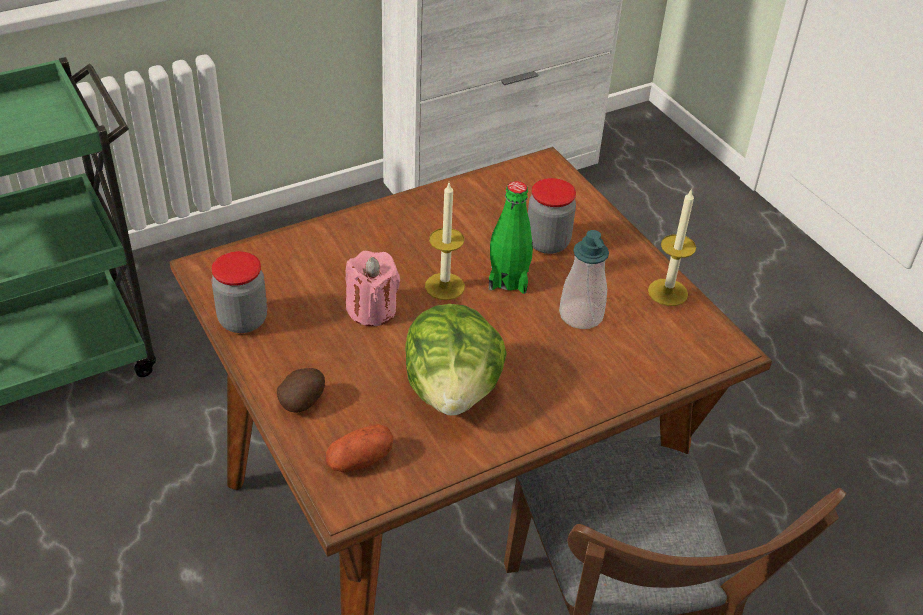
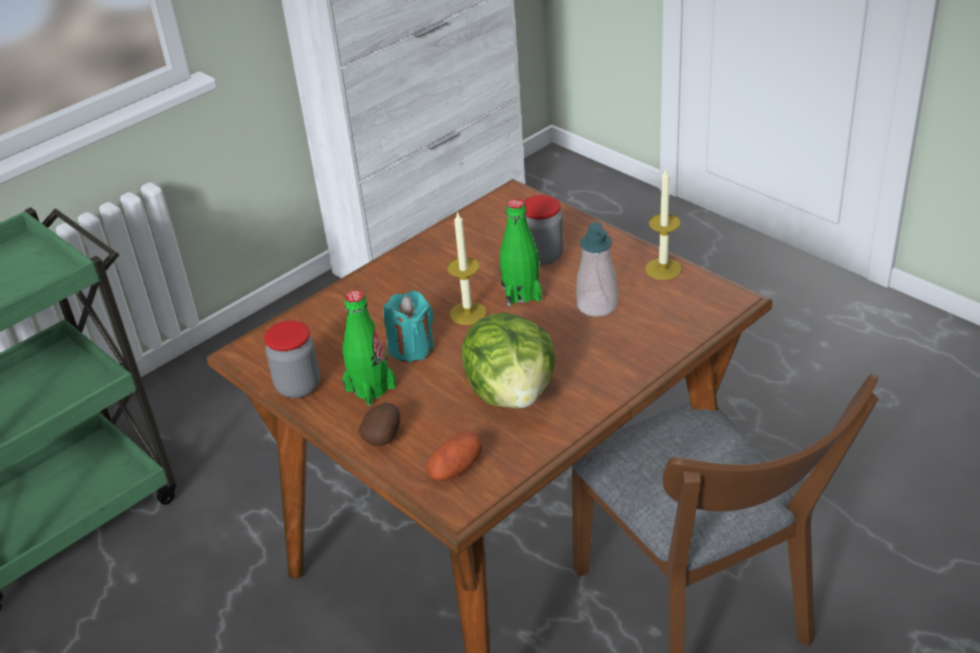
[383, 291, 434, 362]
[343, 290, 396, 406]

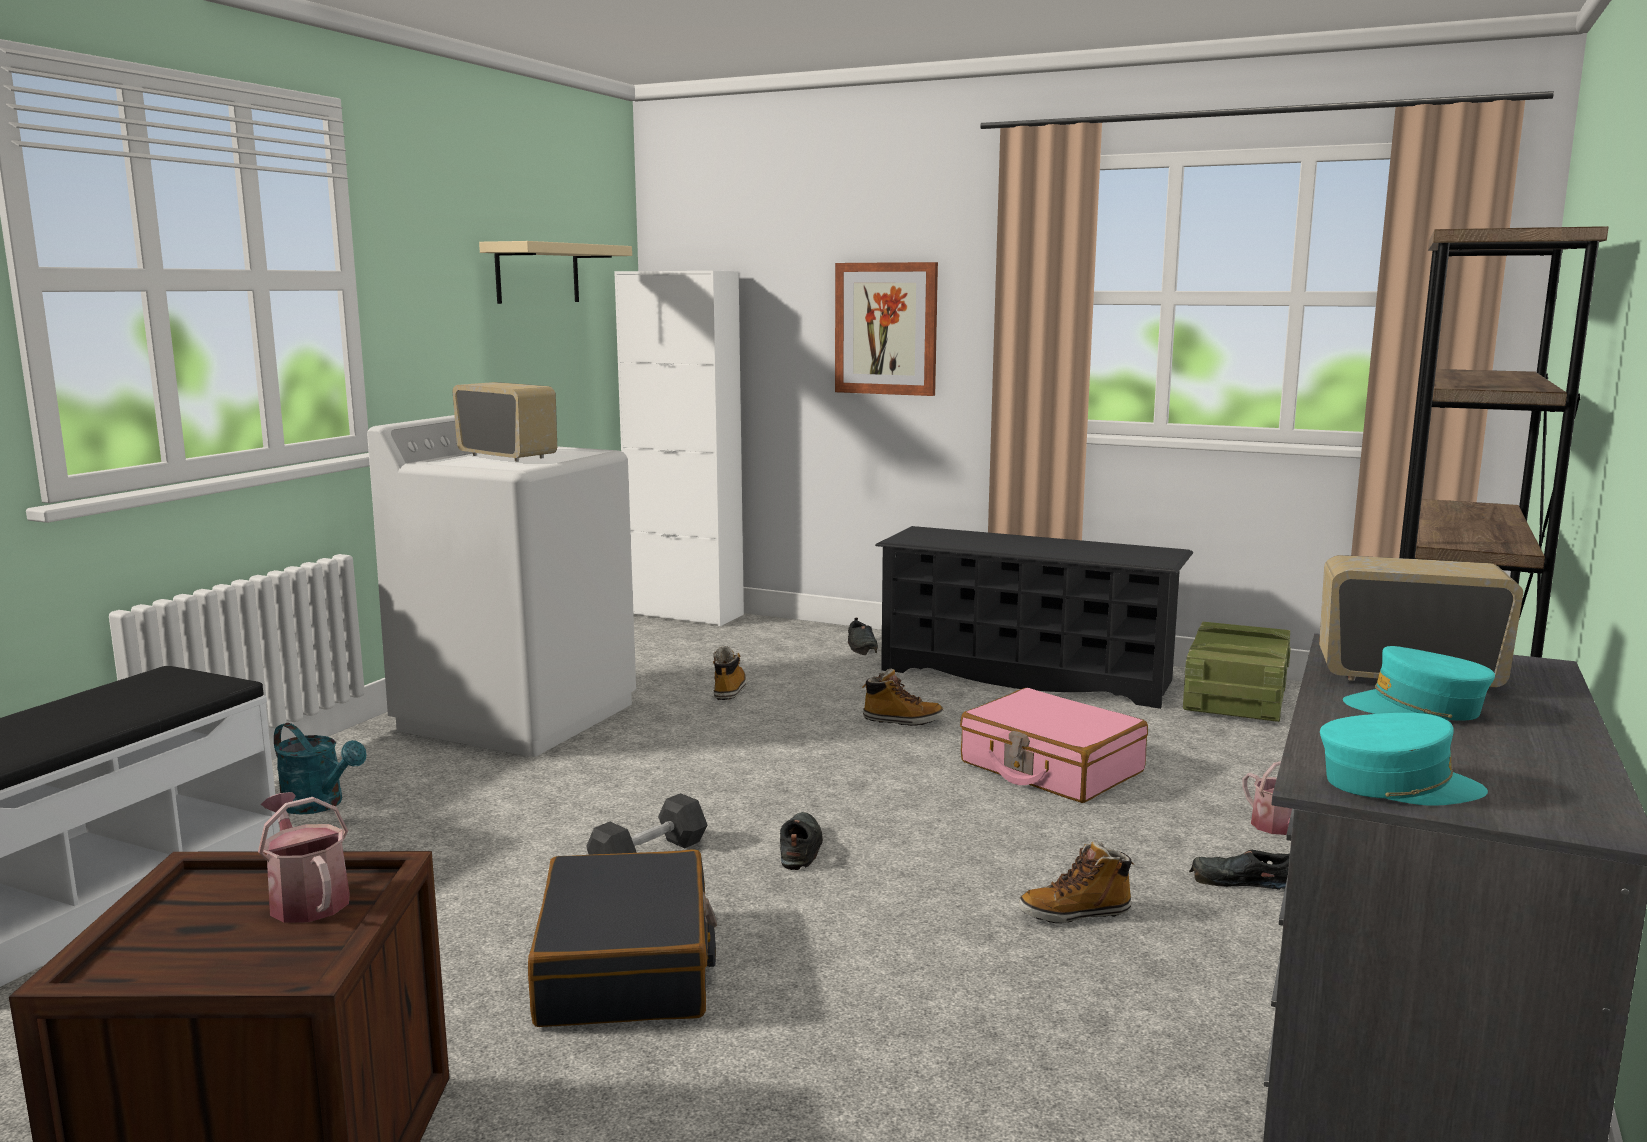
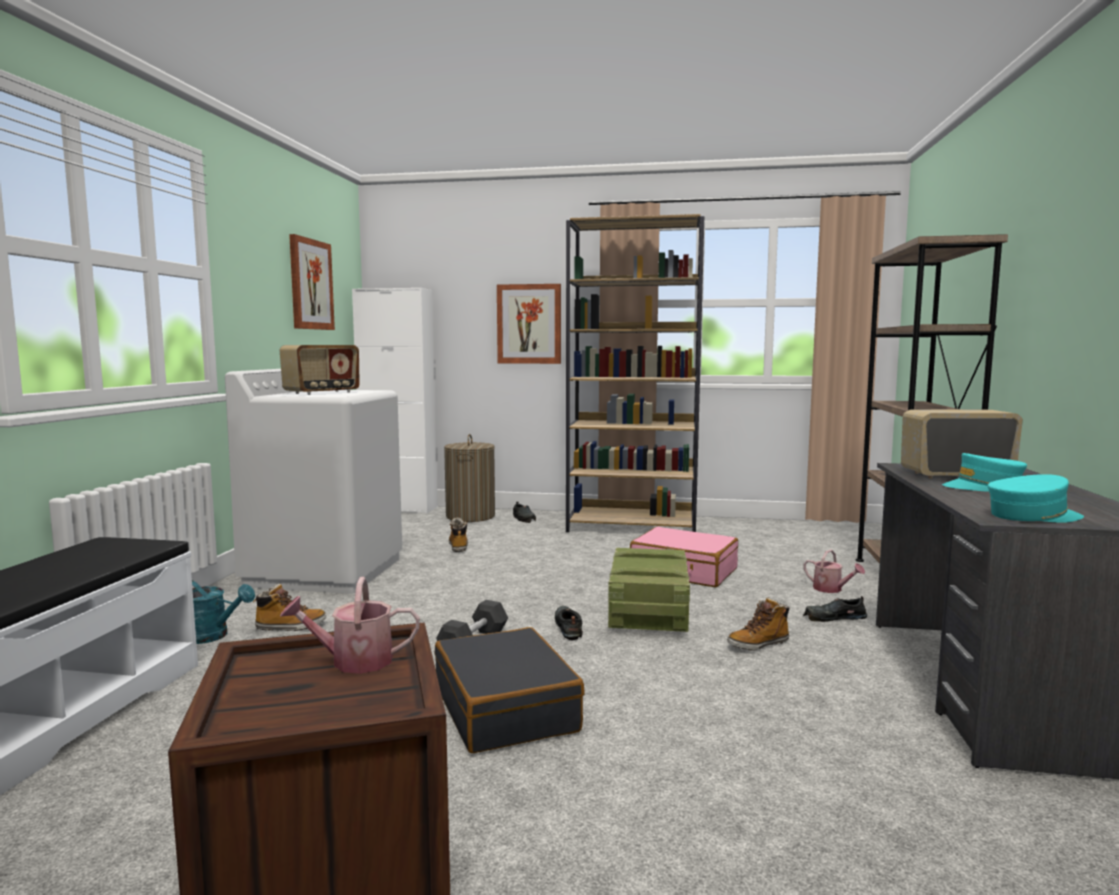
[289, 234, 335, 330]
[280, 345, 360, 395]
[566, 214, 704, 532]
[608, 548, 690, 632]
[253, 584, 326, 631]
[280, 577, 420, 674]
[444, 434, 495, 522]

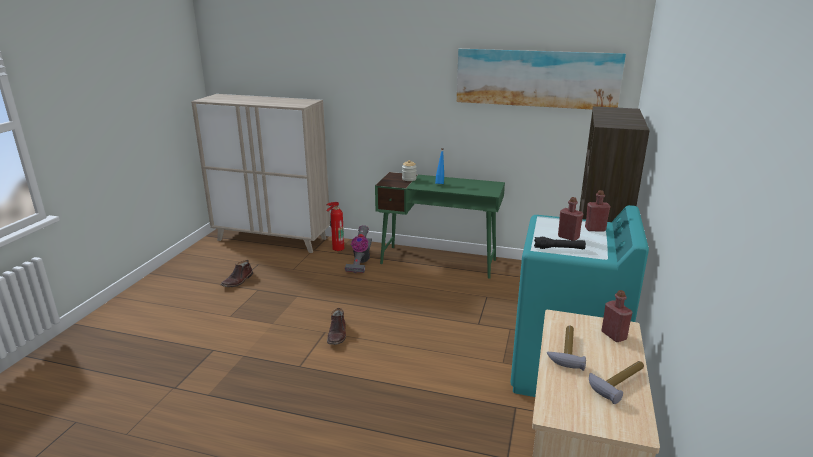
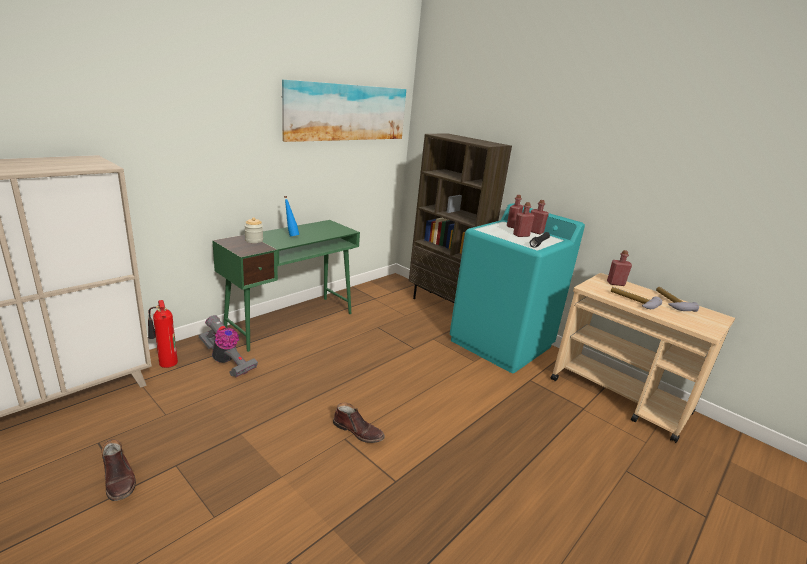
[531, 200, 549, 234]

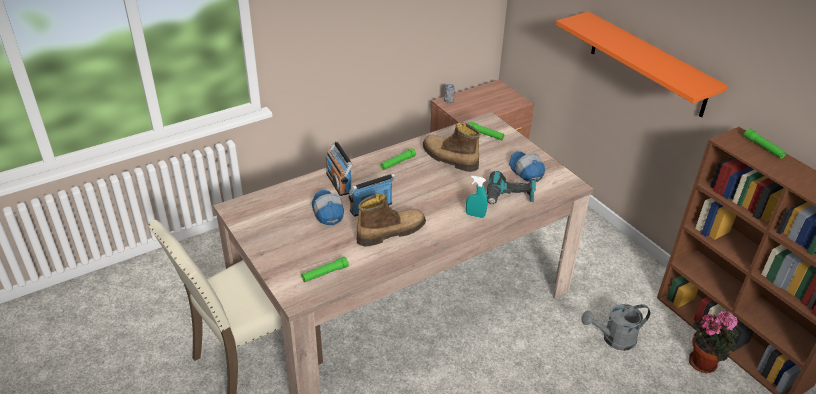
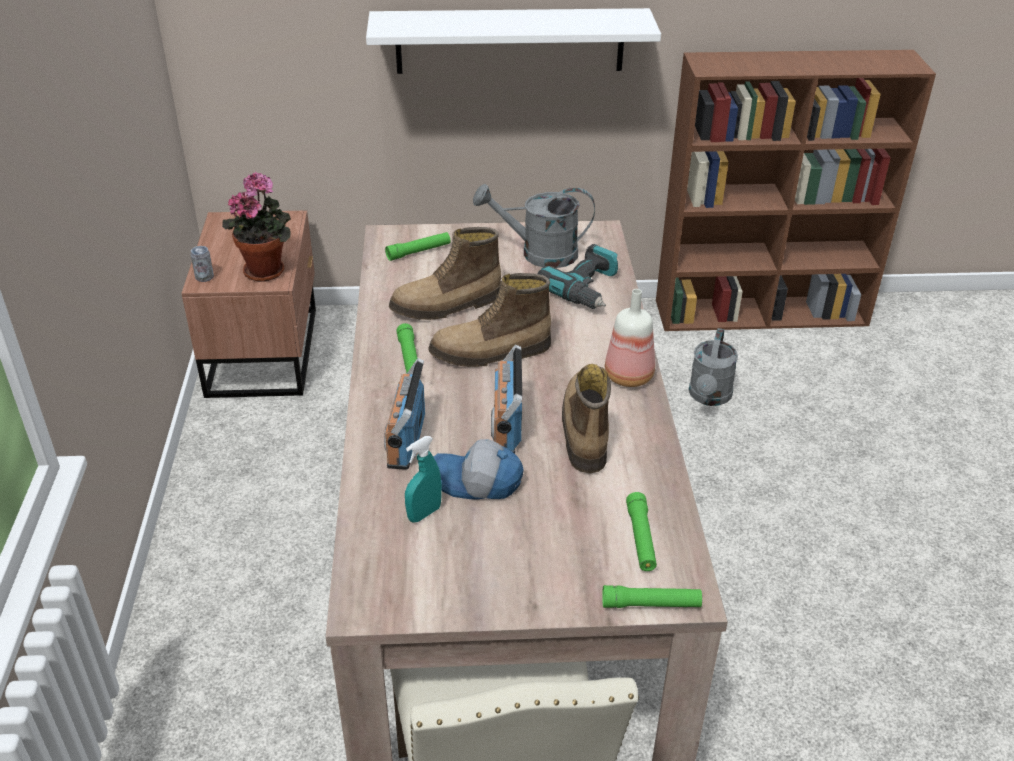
[366, 8, 661, 74]
[602, 585, 702, 608]
[384, 358, 425, 470]
[473, 184, 595, 268]
[405, 436, 442, 523]
[222, 172, 291, 282]
[428, 273, 551, 367]
[605, 289, 655, 387]

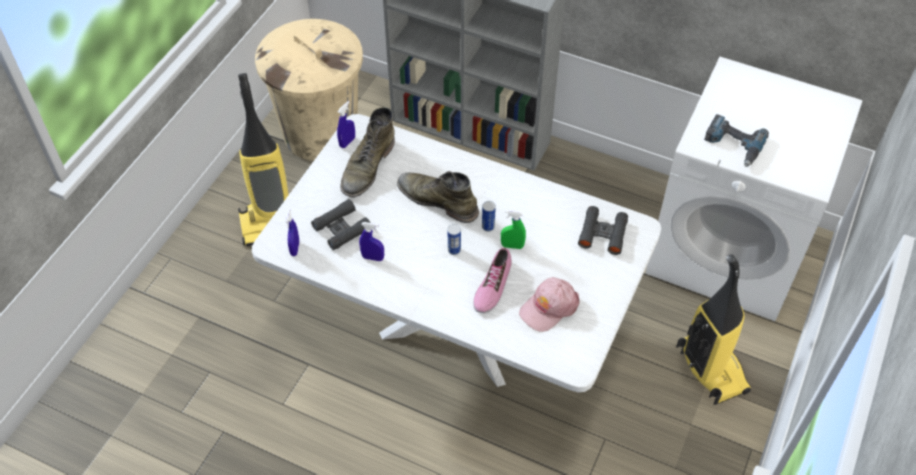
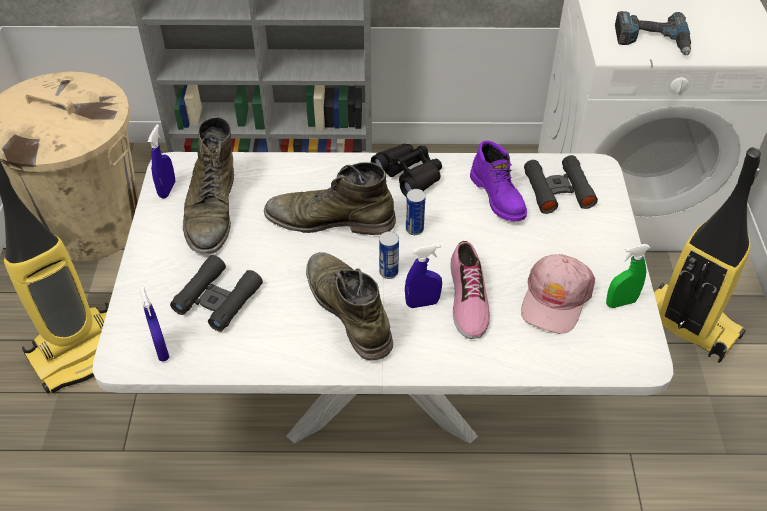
[606, 244, 650, 308]
[405, 244, 442, 308]
[470, 141, 527, 222]
[371, 144, 442, 197]
[306, 252, 393, 361]

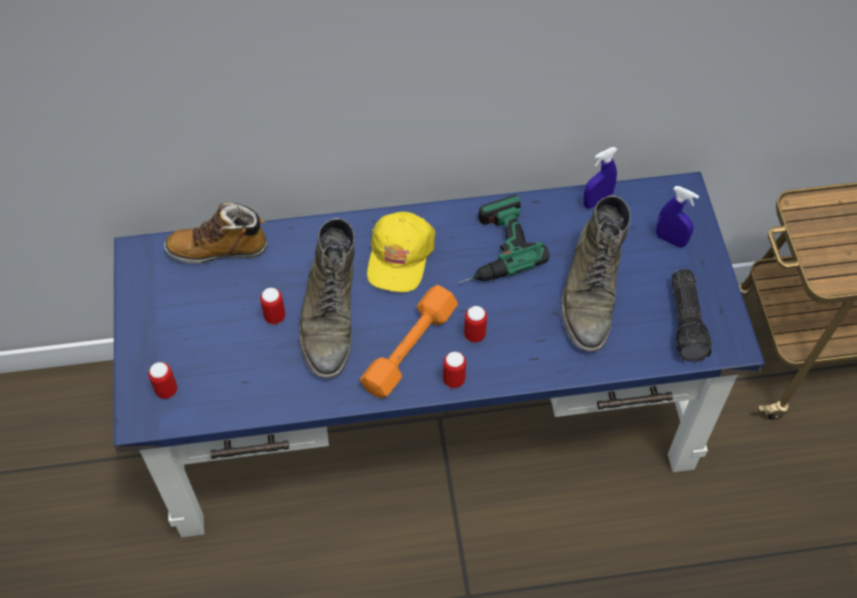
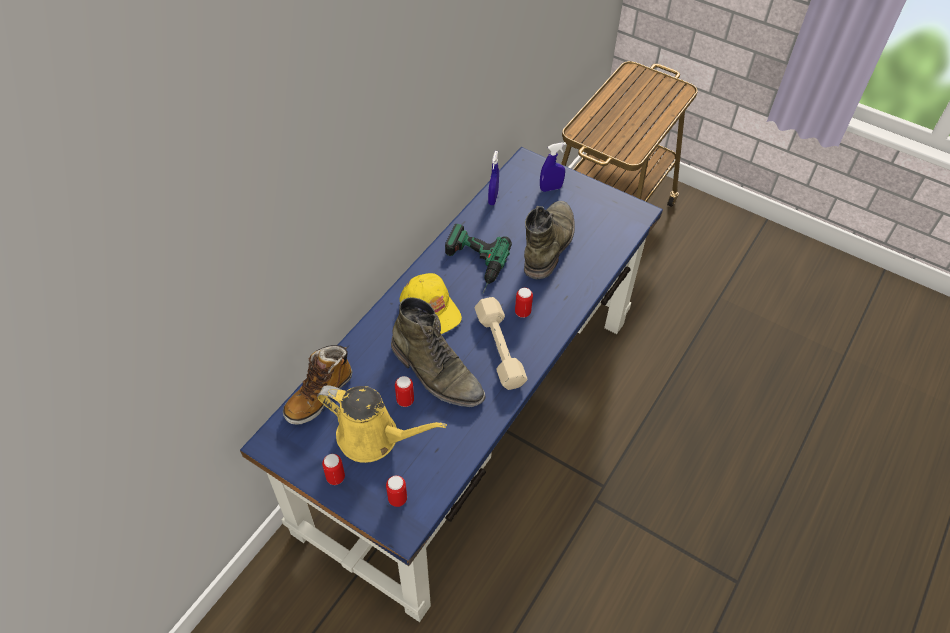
[524, 201, 575, 279]
[671, 269, 712, 362] (first image)
[475, 297, 528, 390]
[322, 454, 345, 485]
[317, 385, 447, 463]

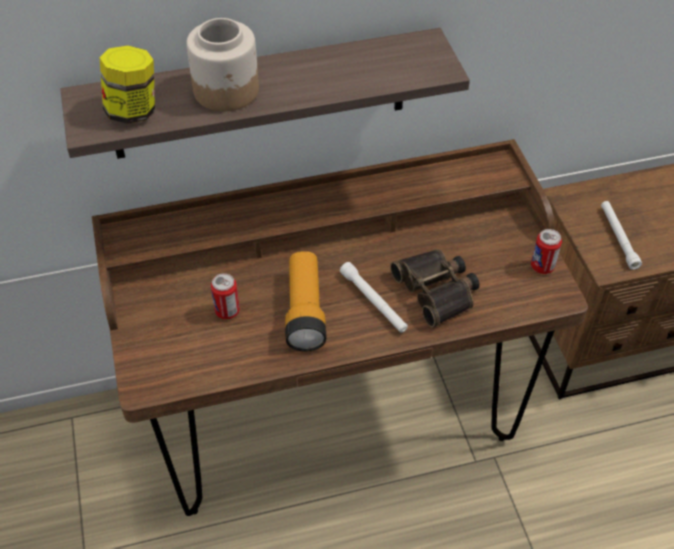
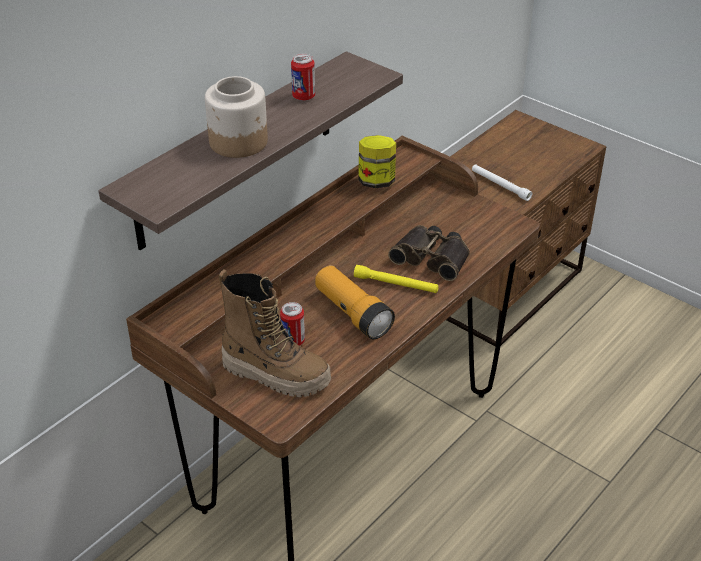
[358, 135, 396, 188]
[291, 54, 315, 101]
[354, 265, 439, 293]
[219, 269, 331, 397]

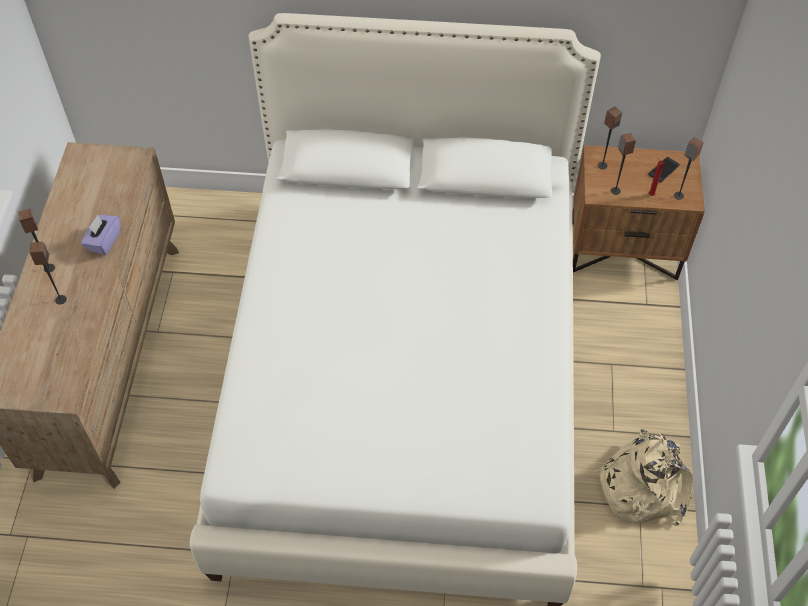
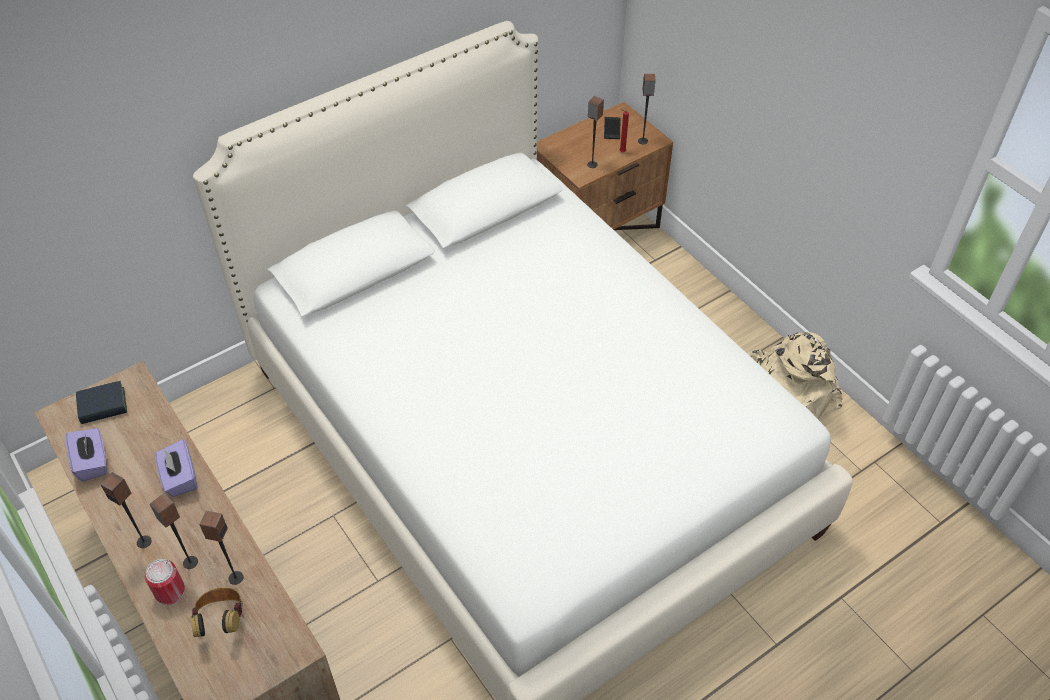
[199, 511, 243, 585]
[76, 381, 127, 424]
[65, 428, 107, 481]
[145, 559, 185, 605]
[191, 587, 243, 637]

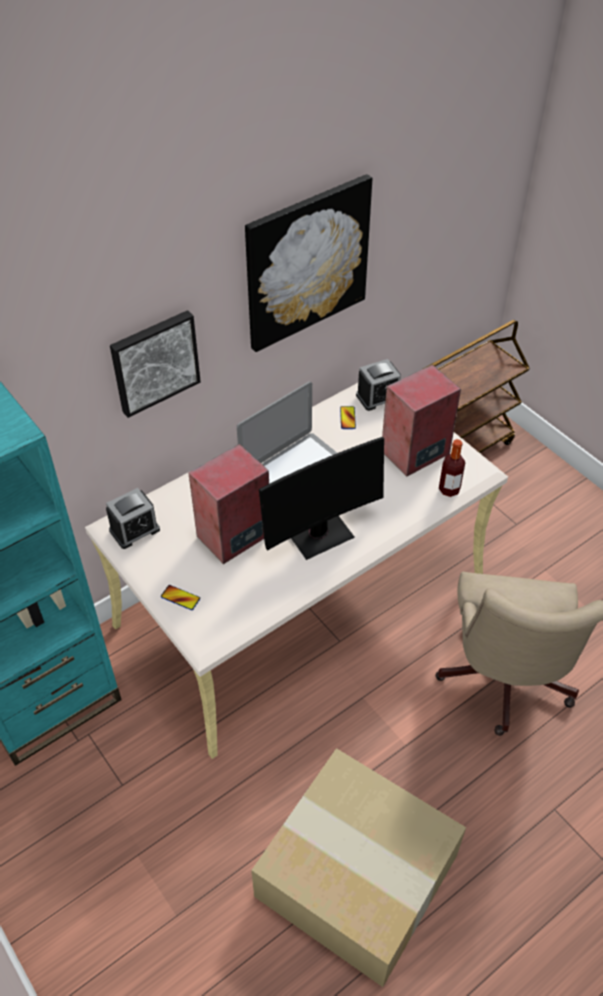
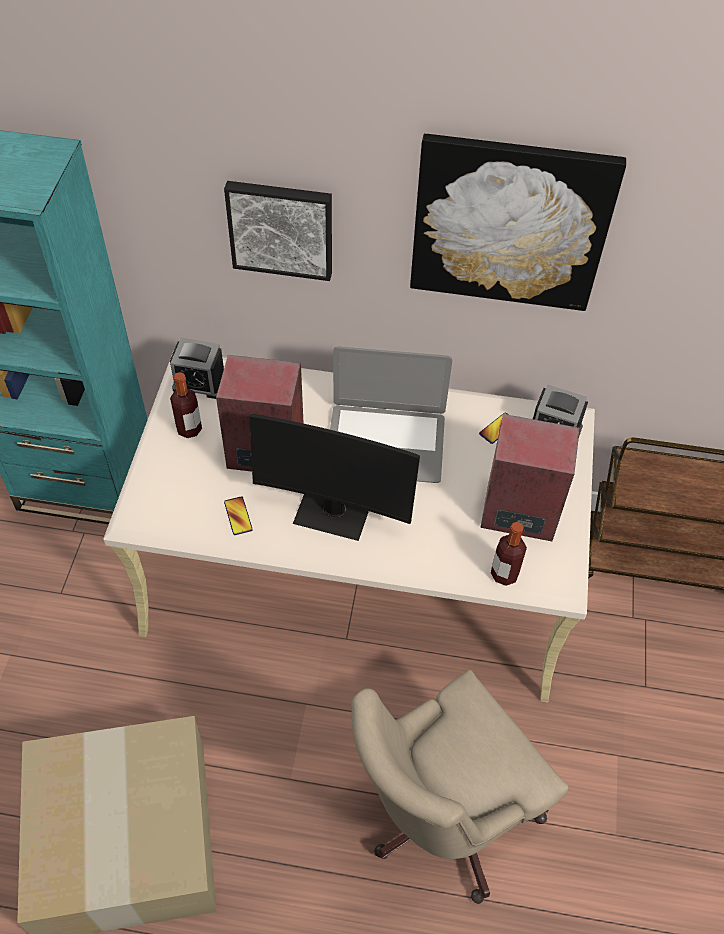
[224, 496, 253, 535]
[170, 372, 202, 438]

